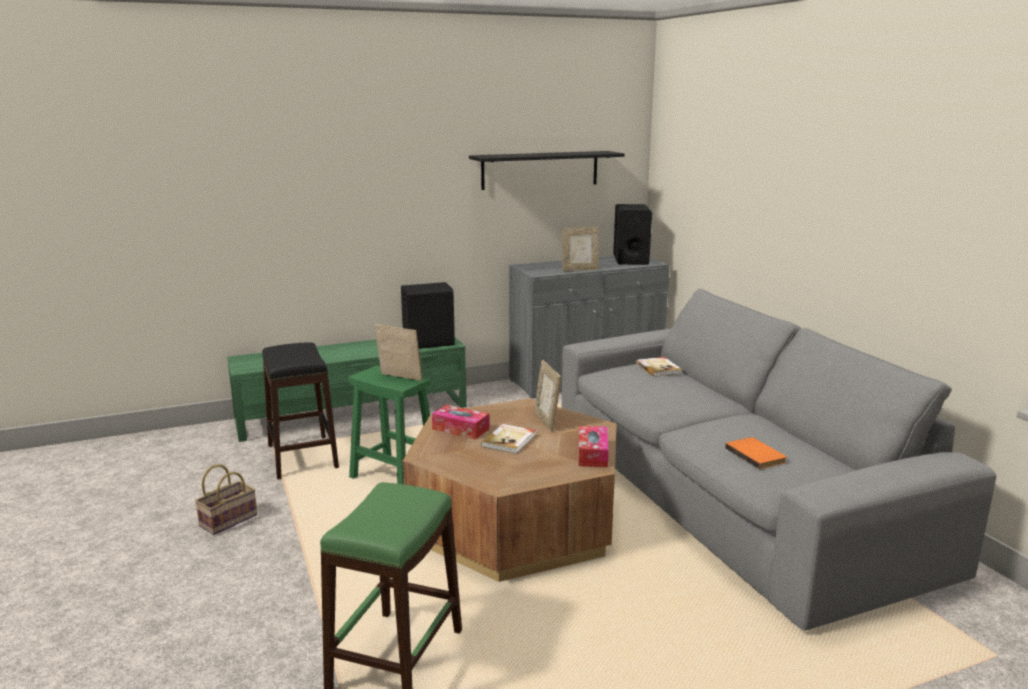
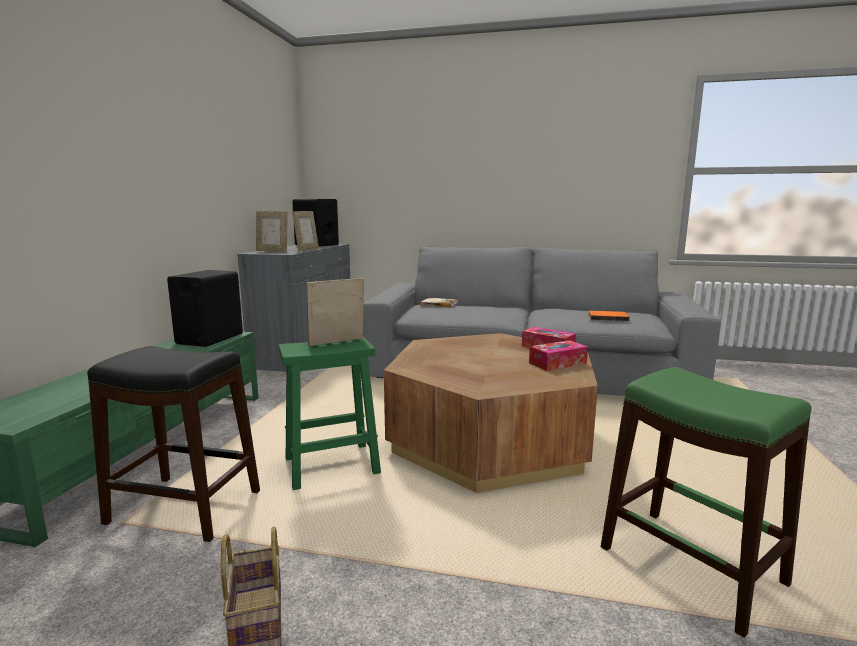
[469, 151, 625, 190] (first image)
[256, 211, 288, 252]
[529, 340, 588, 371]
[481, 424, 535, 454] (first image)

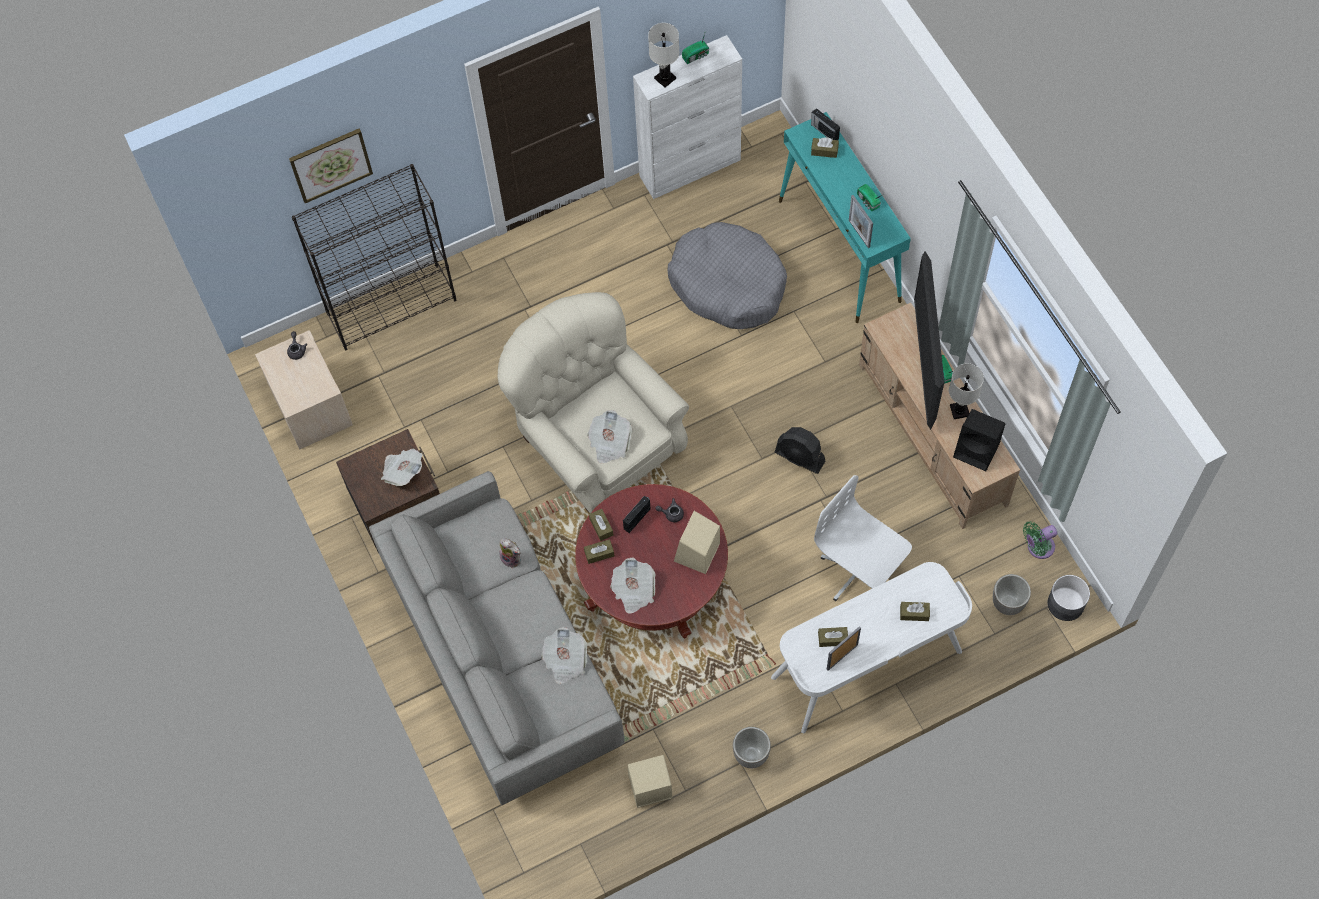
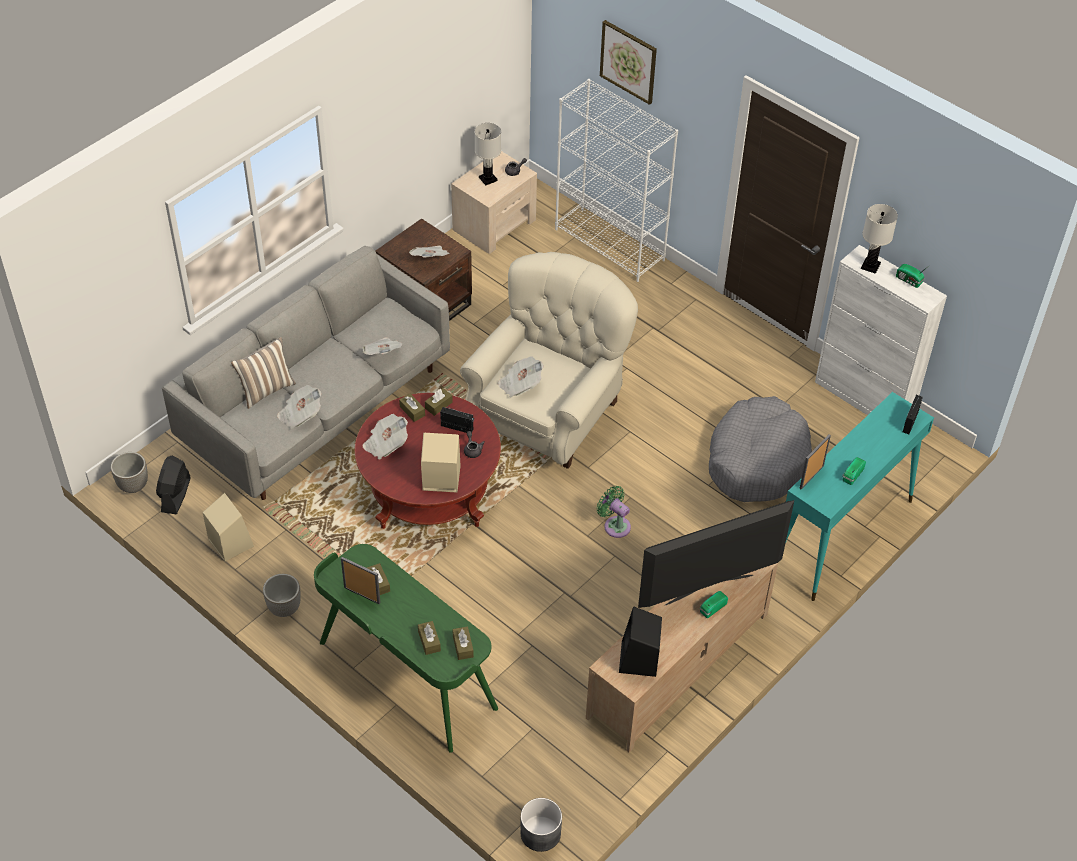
[453, 626, 474, 660]
[555, 79, 678, 282]
[474, 123, 501, 185]
[156, 455, 190, 514]
[814, 475, 912, 601] (first image)
[596, 486, 631, 538]
[363, 337, 403, 355]
[314, 544, 498, 753]
[111, 452, 148, 493]
[231, 337, 296, 409]

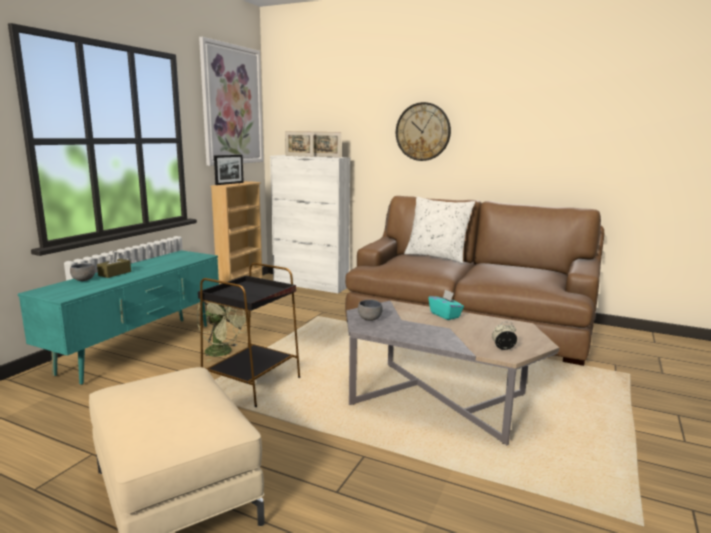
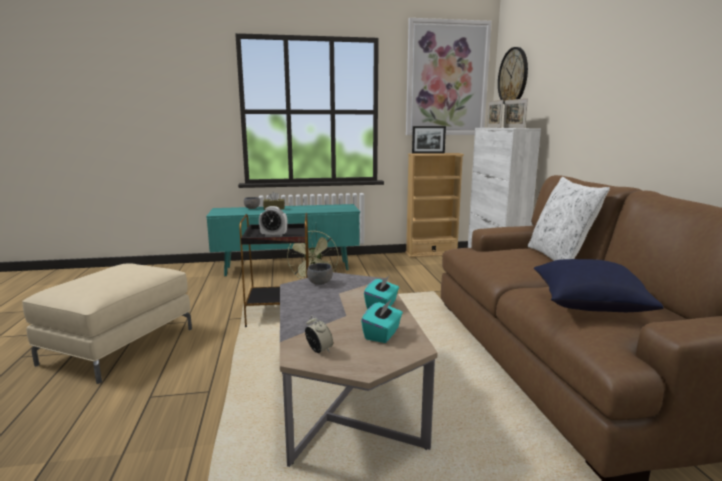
[498, 47, 528, 105]
[259, 206, 287, 237]
[534, 259, 664, 312]
[361, 300, 403, 343]

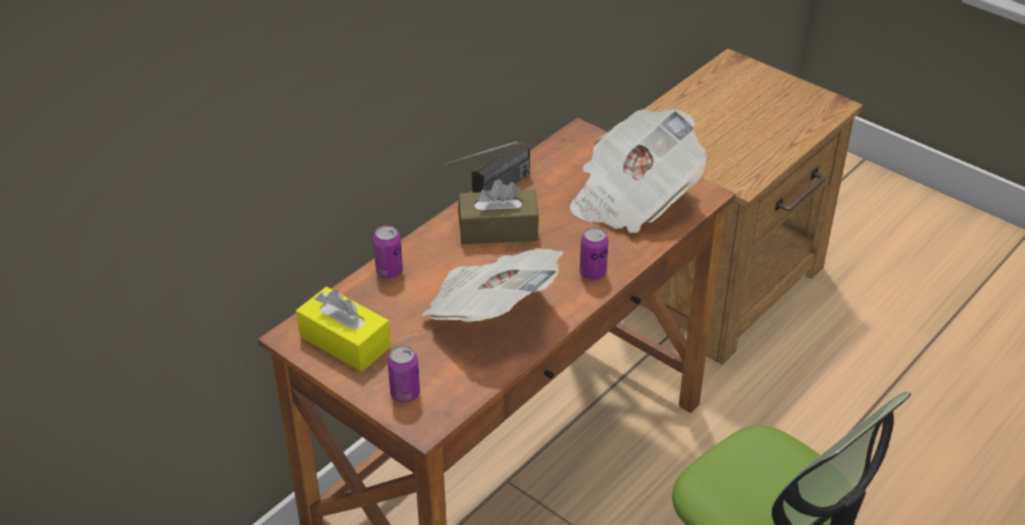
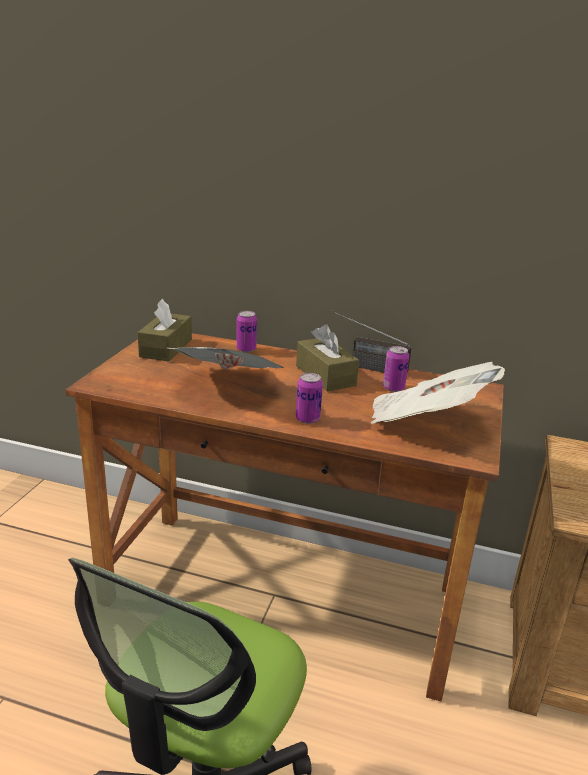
[137, 299, 192, 361]
[383, 346, 409, 392]

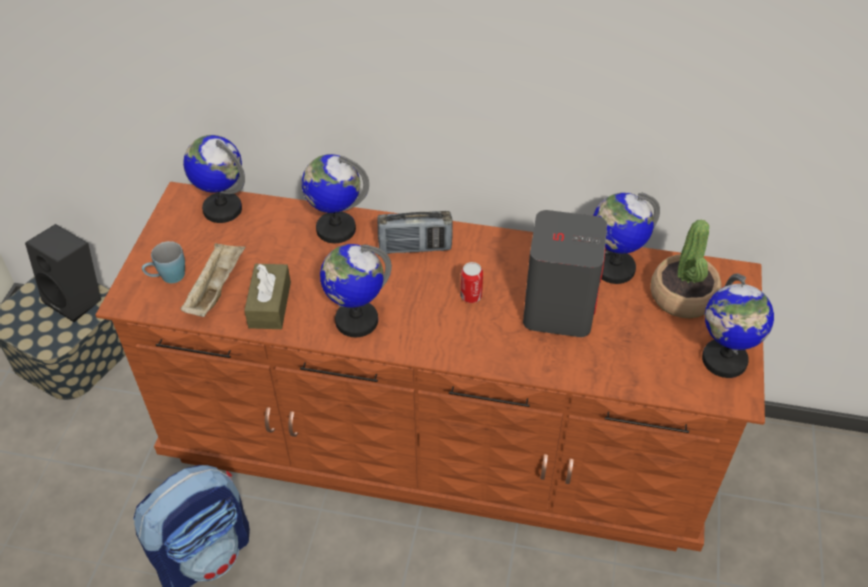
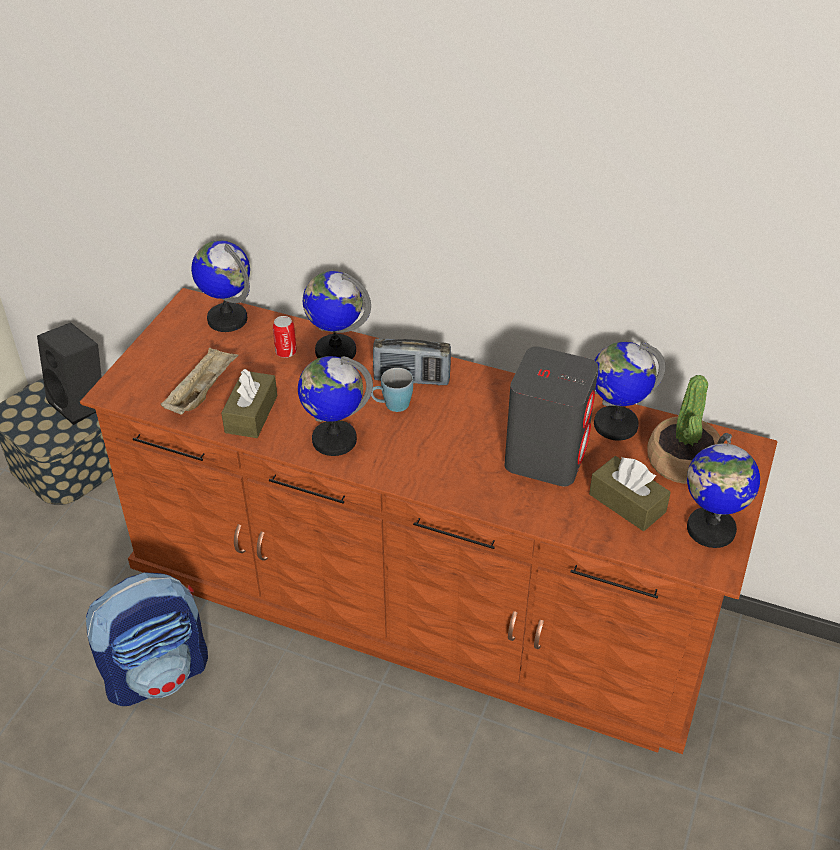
[371, 368, 413, 412]
[273, 316, 297, 358]
[589, 456, 671, 531]

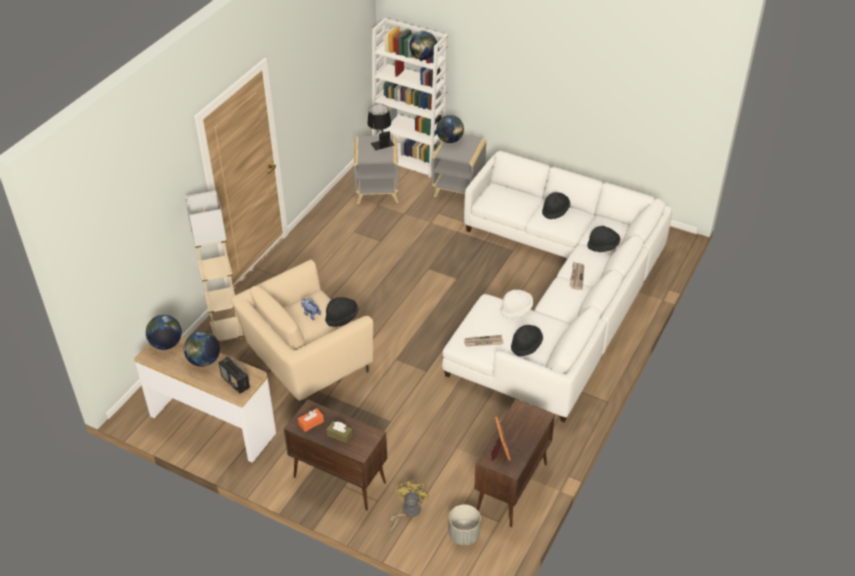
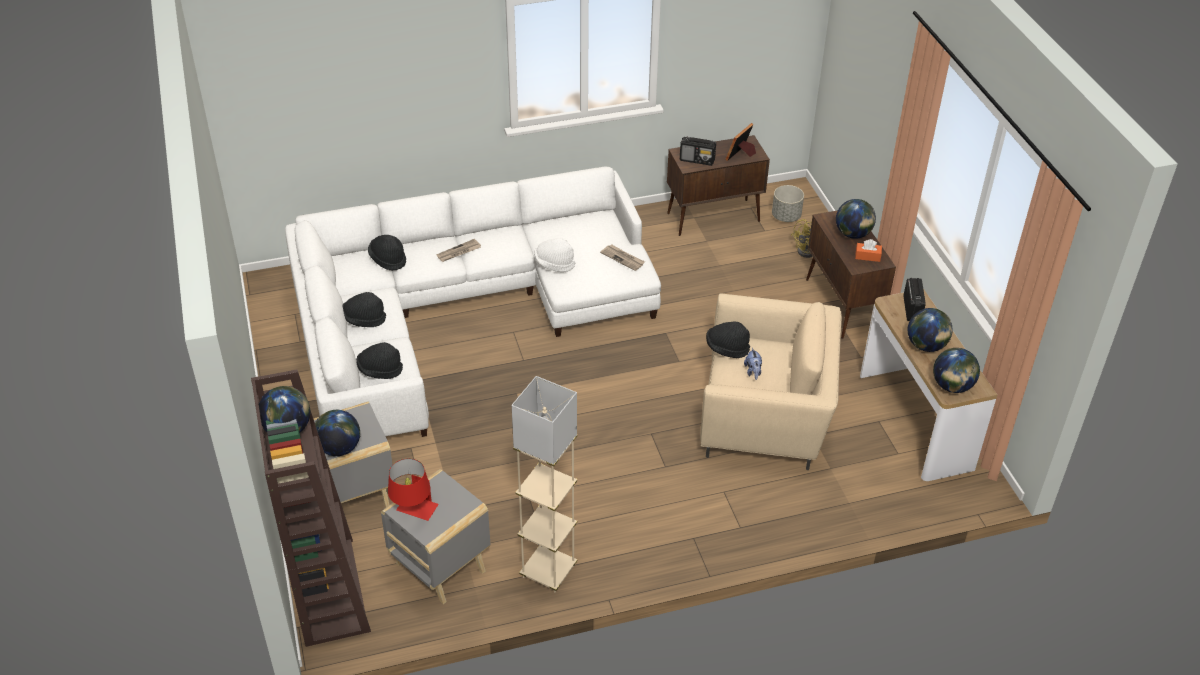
[251, 369, 371, 647]
[388, 459, 439, 521]
[512, 376, 577, 592]
[356, 342, 403, 379]
[836, 199, 876, 239]
[680, 136, 716, 166]

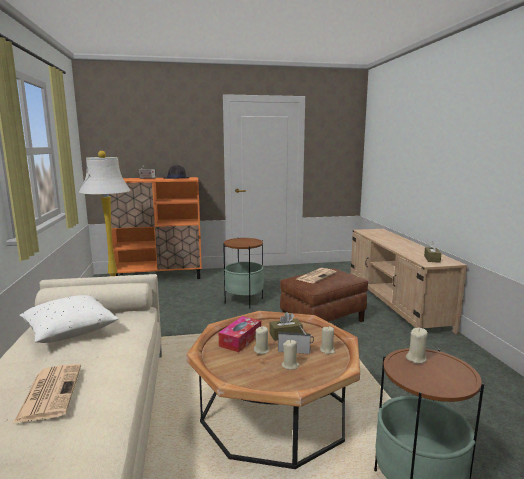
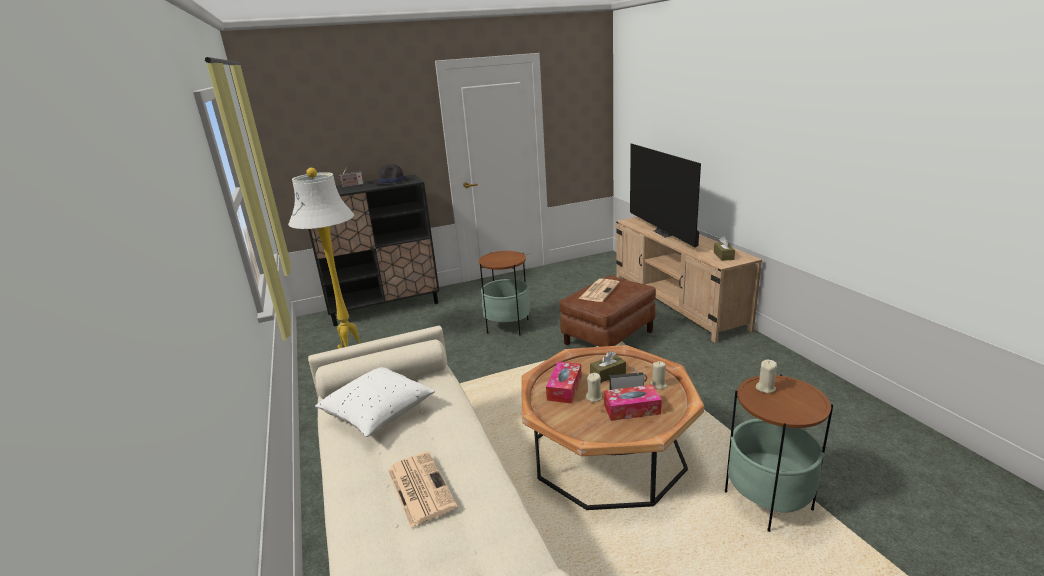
[308, 175, 439, 326]
[604, 385, 662, 421]
[630, 144, 701, 247]

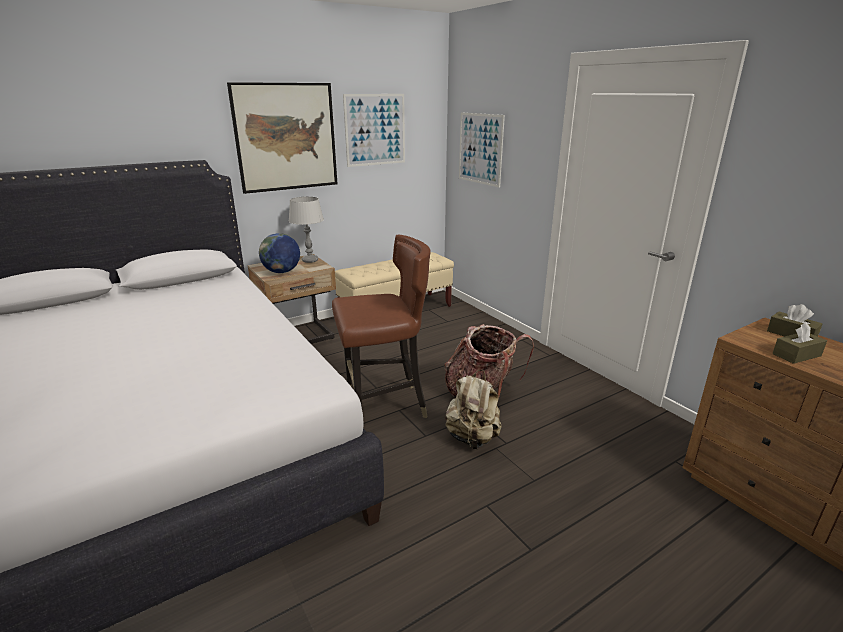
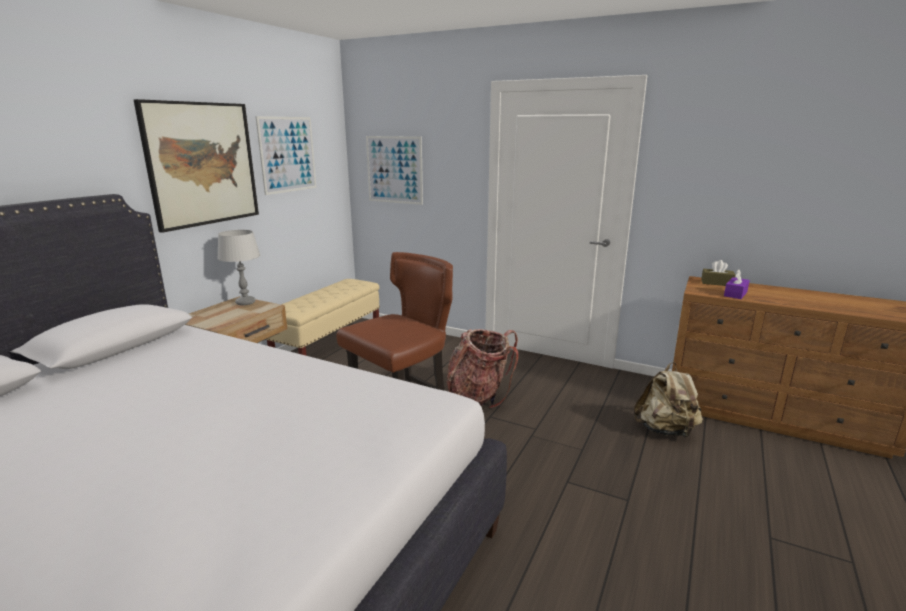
[259, 233, 300, 273] (first image)
[724, 270, 750, 299]
[634, 362, 703, 438]

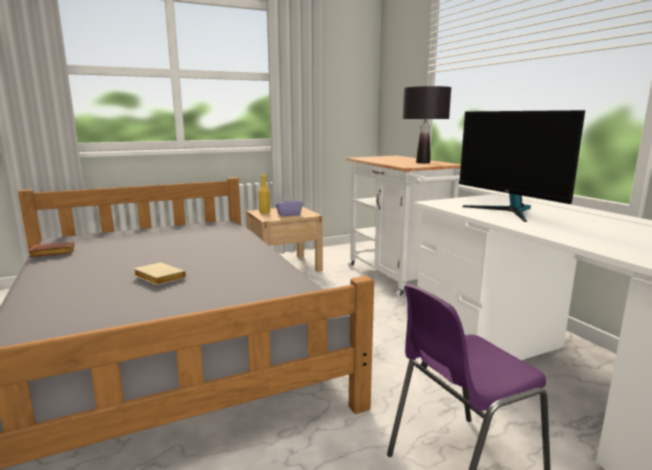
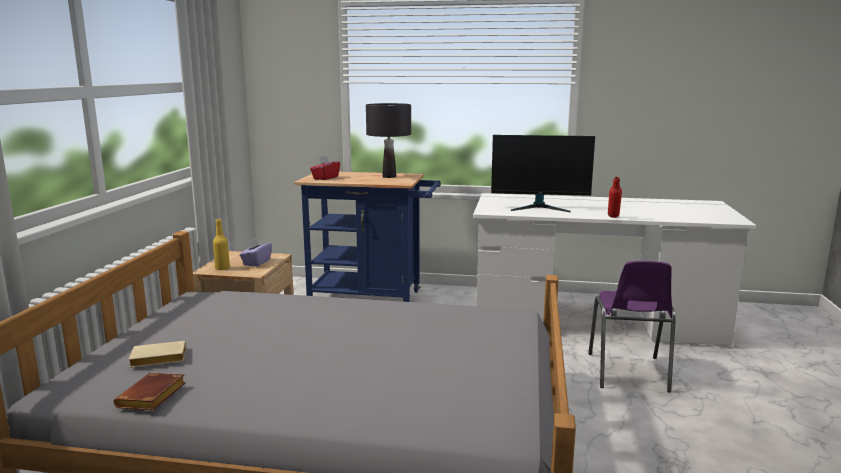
[294, 172, 441, 302]
[128, 341, 186, 368]
[310, 155, 340, 180]
[608, 177, 622, 218]

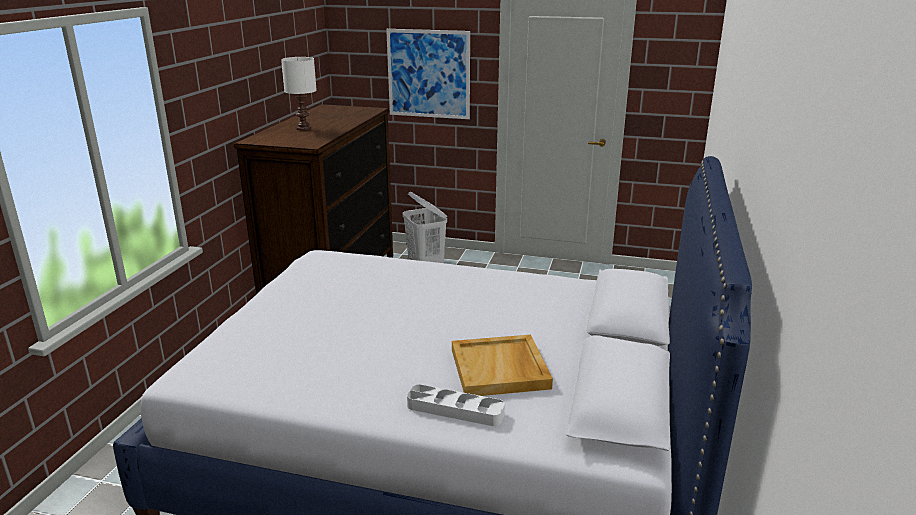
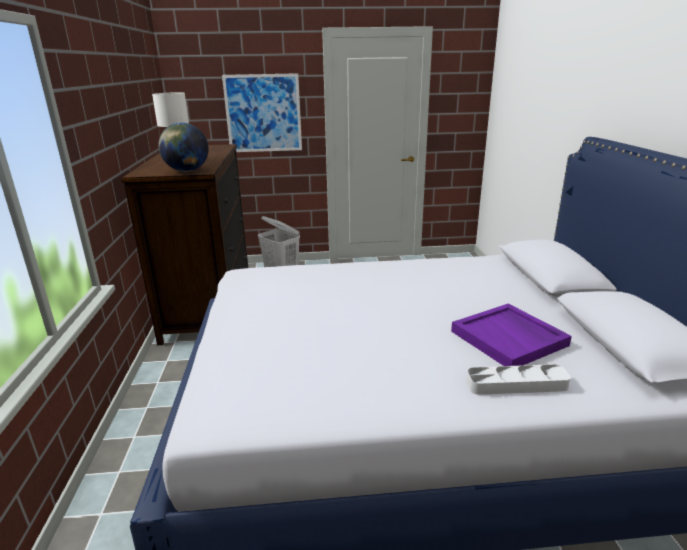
[451, 304, 572, 366]
[158, 123, 209, 172]

